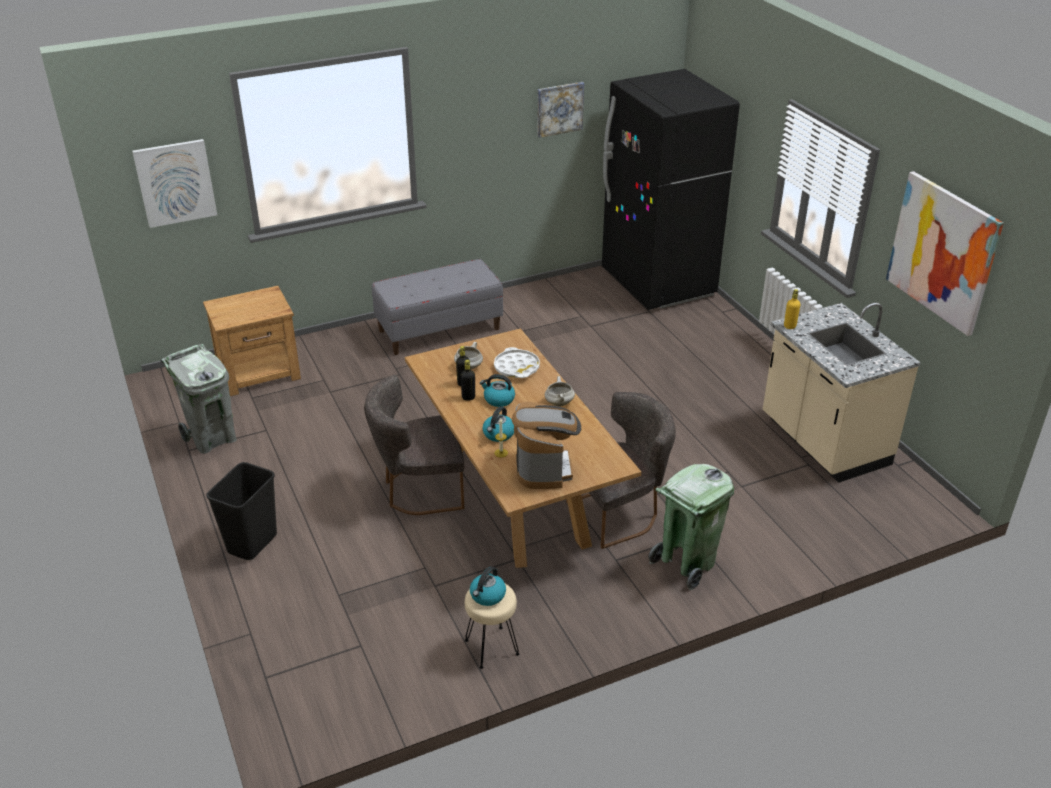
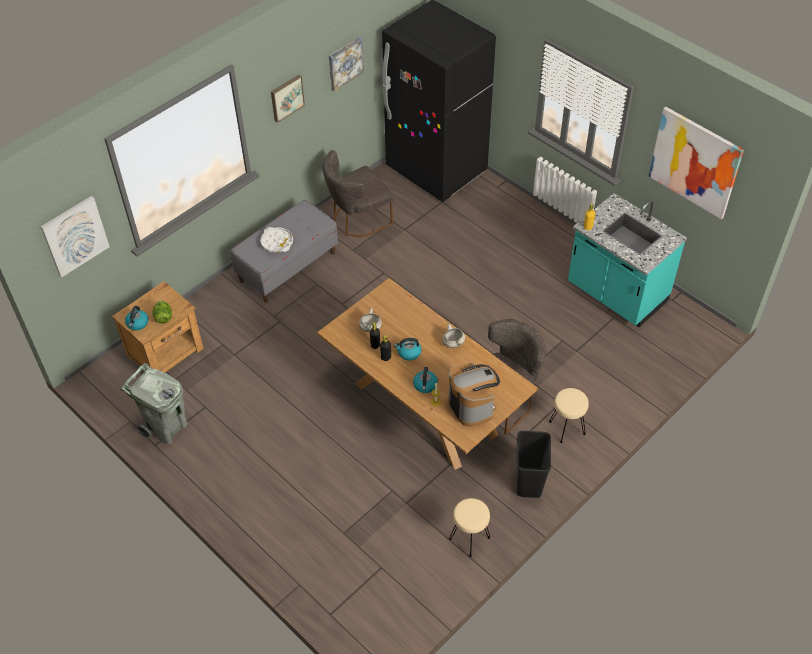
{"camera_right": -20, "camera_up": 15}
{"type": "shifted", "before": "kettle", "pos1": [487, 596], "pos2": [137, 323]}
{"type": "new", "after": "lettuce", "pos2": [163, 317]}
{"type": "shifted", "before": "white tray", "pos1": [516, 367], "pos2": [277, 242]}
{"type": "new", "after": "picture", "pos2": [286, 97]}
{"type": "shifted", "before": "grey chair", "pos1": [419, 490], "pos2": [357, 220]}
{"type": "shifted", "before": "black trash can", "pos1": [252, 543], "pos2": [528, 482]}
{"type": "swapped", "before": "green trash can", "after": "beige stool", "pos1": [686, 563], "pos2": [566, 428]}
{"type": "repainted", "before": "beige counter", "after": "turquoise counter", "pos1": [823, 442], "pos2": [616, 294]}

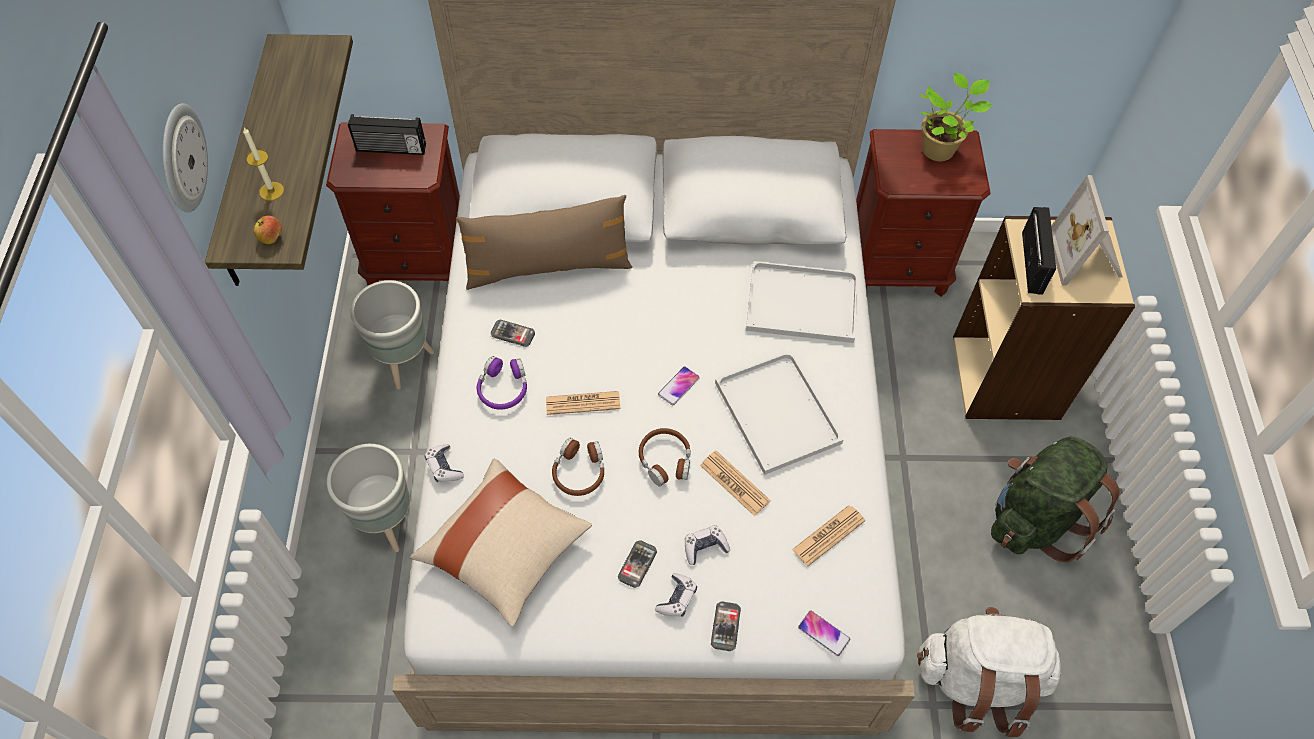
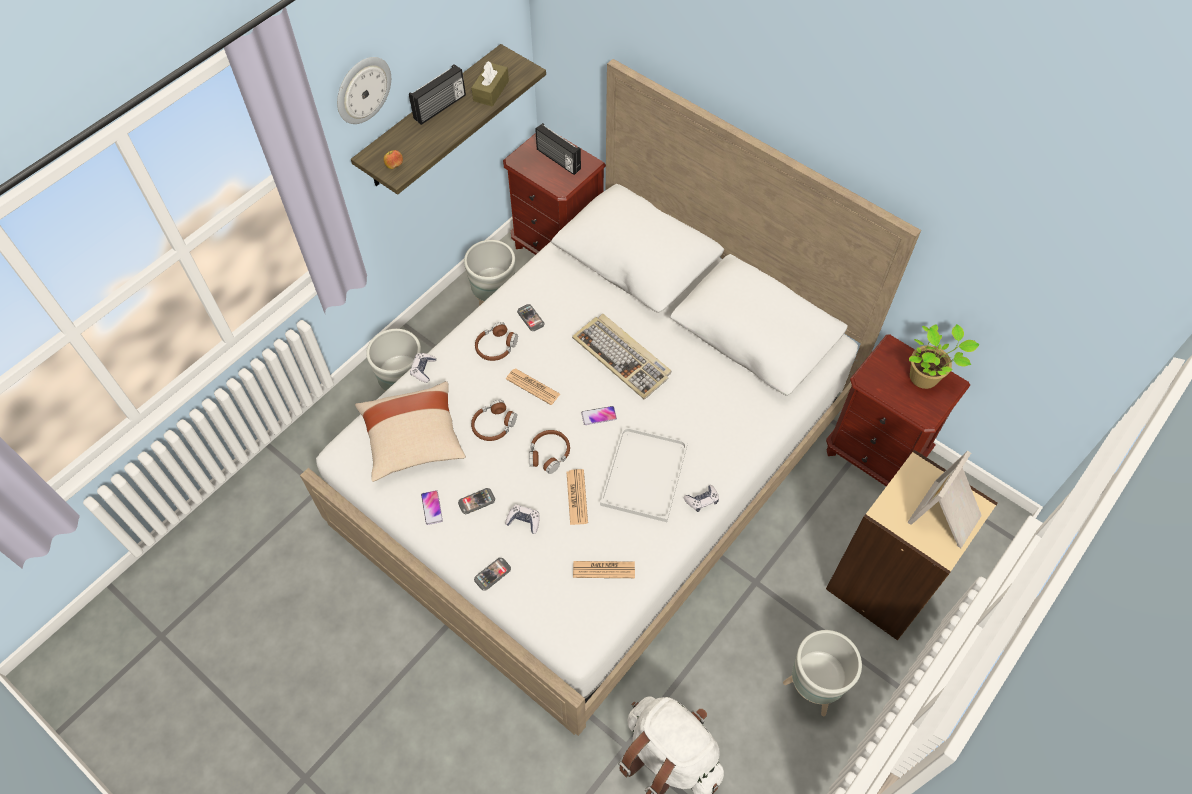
{"camera_right": 40, "camera_up": 0}
{"type": "shifted", "before": "radio", "pos1": [1033, 263], "pos2": [440, 107]}
{"type": "shifted", "before": "phone", "pos1": [824, 633], "pos2": [432, 507]}
{"type": "new", "after": "brown tissue box", "pos2": [491, 91]}
{"type": "repainted", "before": "purple headphones", "after": "brown headphones", "pos1": [503, 388], "pos2": [496, 347]}
{"type": "new", "after": "keyboard", "pos2": [623, 357]}
{"type": "shifted", "before": "game controller", "pos1": [677, 598], "pos2": [702, 500]}
{"type": "swapped", "before": "green backpack", "after": "grey planter", "pos1": [1035, 518], "pos2": [811, 689]}
{"type": "gone", "before": "candle", "pos1": [271, 191]}
{"type": "gone", "before": "brown pillow", "pos1": [548, 267]}
{"type": "gone", "before": "white tray", "pos1": [799, 304]}

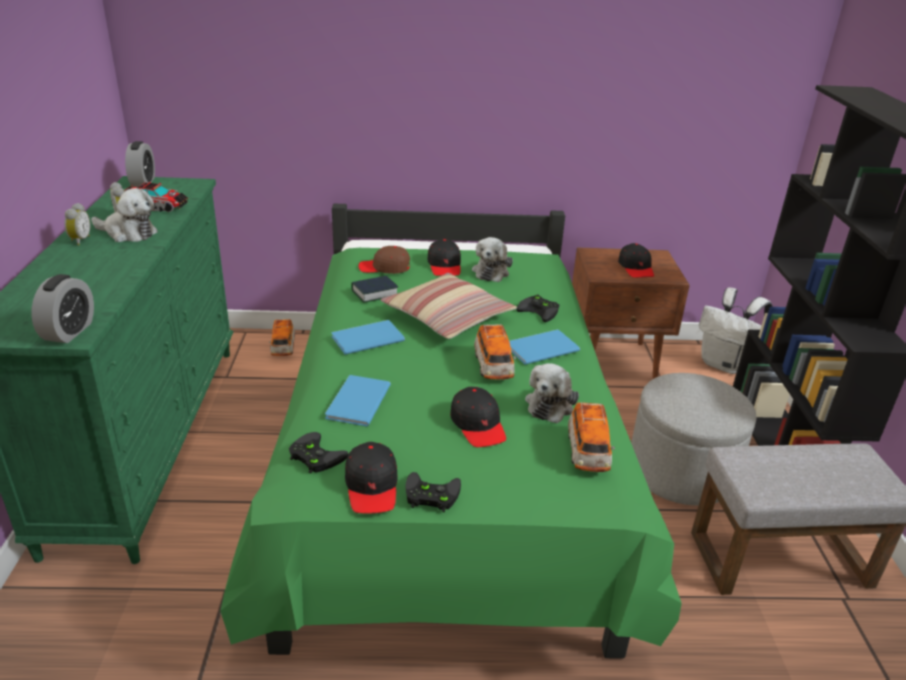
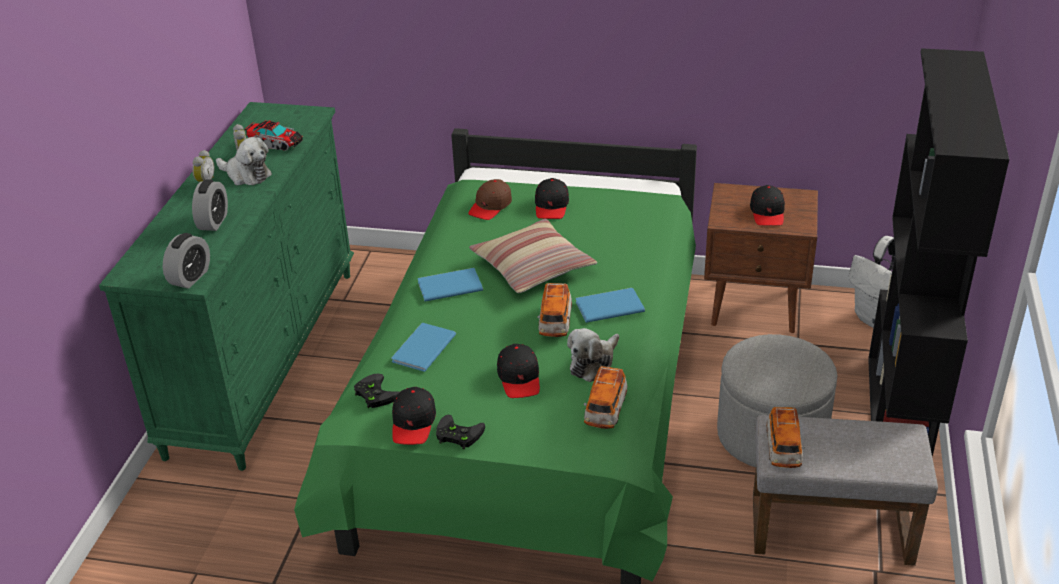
{"camera_right": 15, "camera_up": 5}
{"type": "shifted", "before": "alarm clock", "pos1": [143, 182], "pos2": [213, 222]}
{"type": "rotated", "before": "brown cap", "pos1": [385, 268], "pos2": [490, 206], "turn": -75}
{"type": "shifted", "before": "toy car", "pos1": [283, 348], "pos2": [783, 449]}
{"type": "gone", "before": "book", "pos1": [374, 293]}
{"type": "gone", "before": "plush toy", "pos1": [491, 271]}
{"type": "gone", "before": "black game controller", "pos1": [541, 311]}

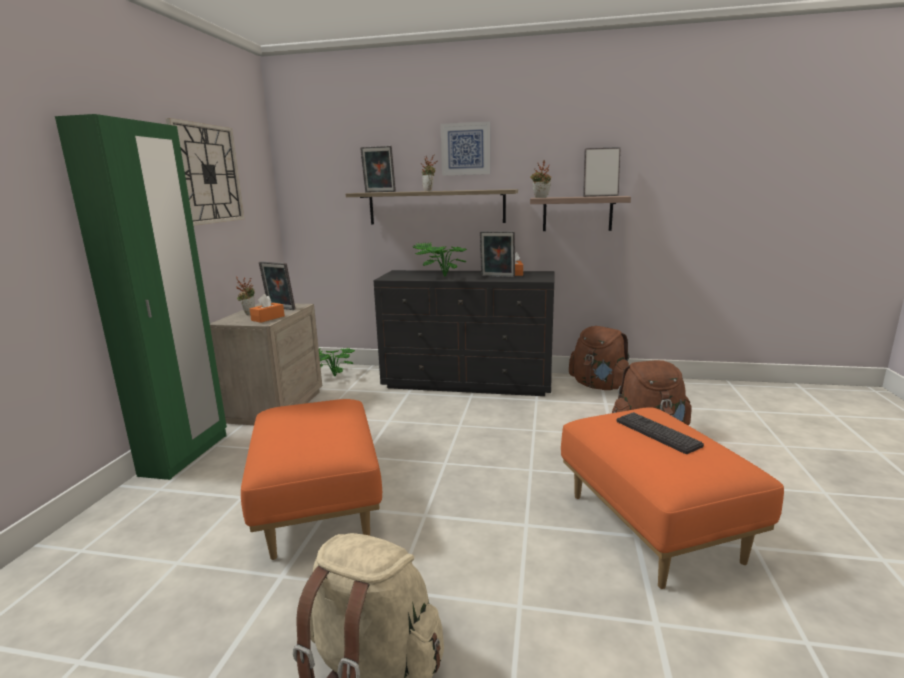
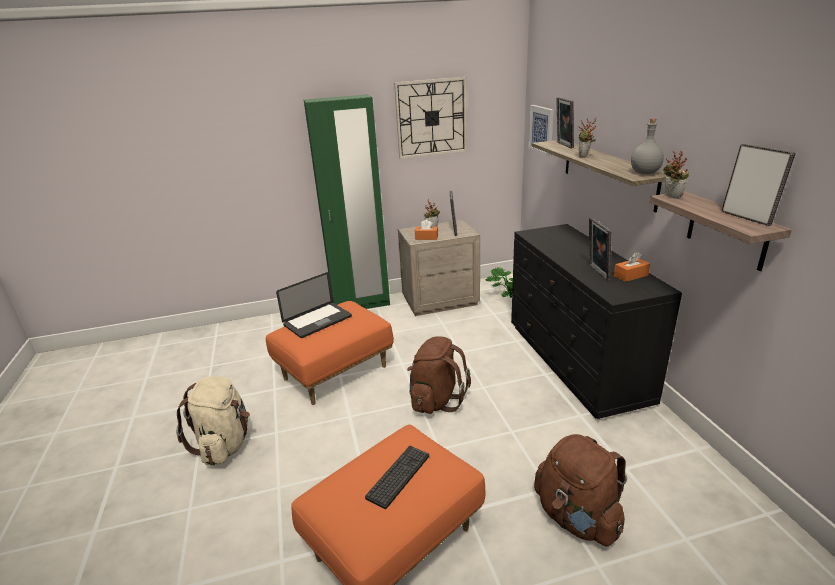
{"camera_right": 65, "camera_up": 10}
{"type": "new", "after": "laptop", "pos2": [317, 321]}
{"type": "shifted", "before": "brown backpack", "pos1": [598, 386], "pos2": [436, 400]}
{"type": "shifted", "before": "picture", "pos1": [465, 149], "pos2": [541, 129]}
{"type": "new", "after": "grey bottle", "pos2": [645, 173]}
{"type": "gone", "before": "potted plant", "pos1": [441, 276]}

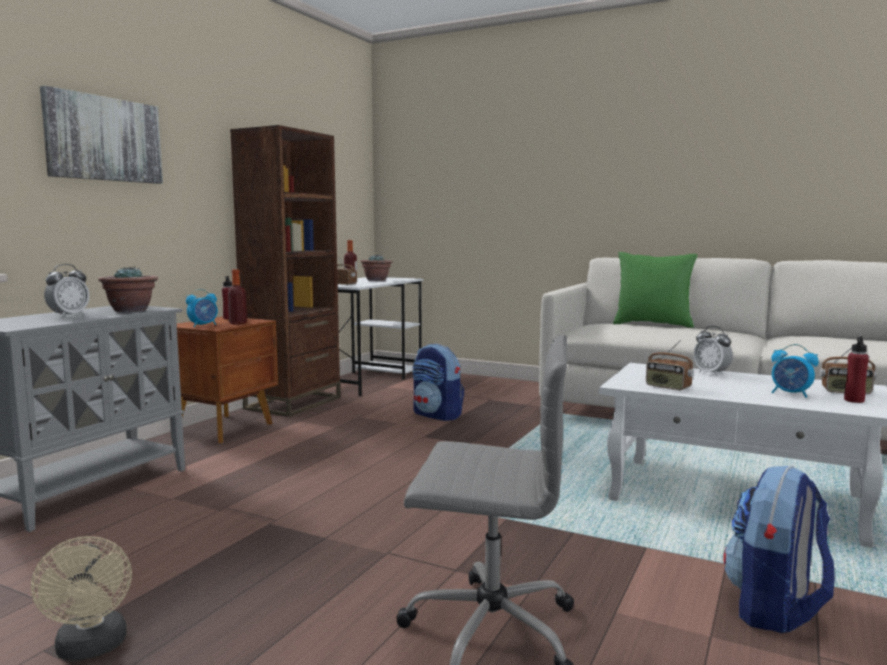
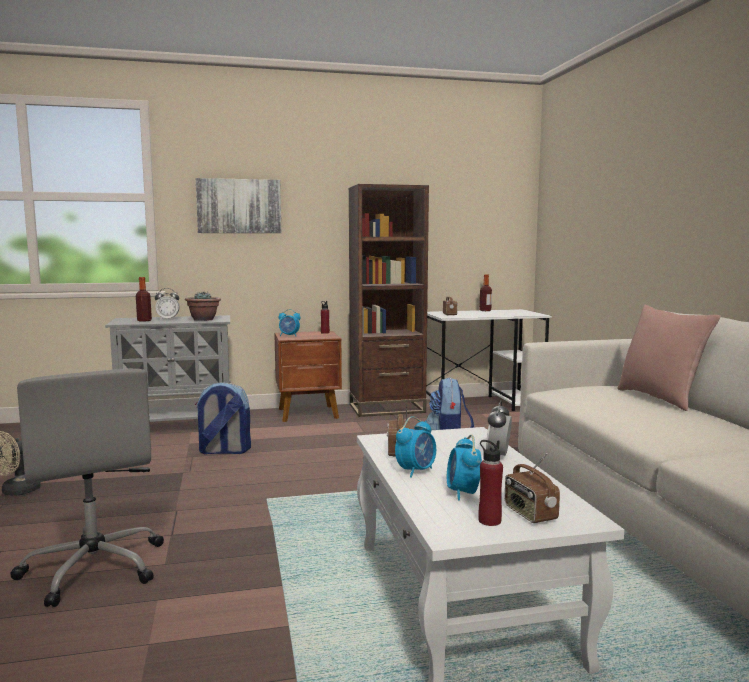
{"camera_right": 50, "camera_up": 0}
{"type": "shifted", "before": "bottle", "pos1": [238, 323], "pos2": [144, 320]}
{"type": "shifted", "before": "backpack", "pos1": [775, 609], "pos2": [223, 451]}
{"type": "new", "after": "alarm clock", "pos2": [416, 471]}
{"type": "repainted", "before": "green pillow", "after": "pink pillow", "pos1": [653, 324], "pos2": [660, 398]}
{"type": "gone", "before": "potted plant", "pos1": [376, 280]}

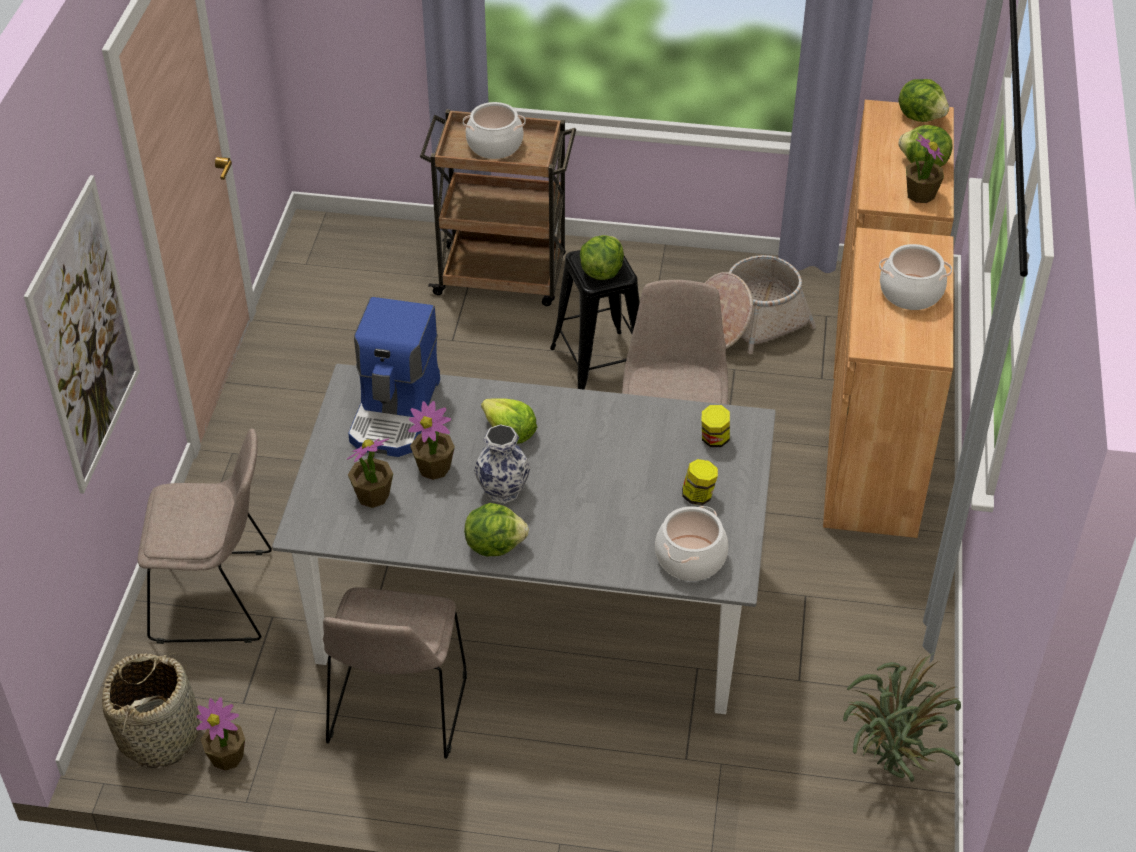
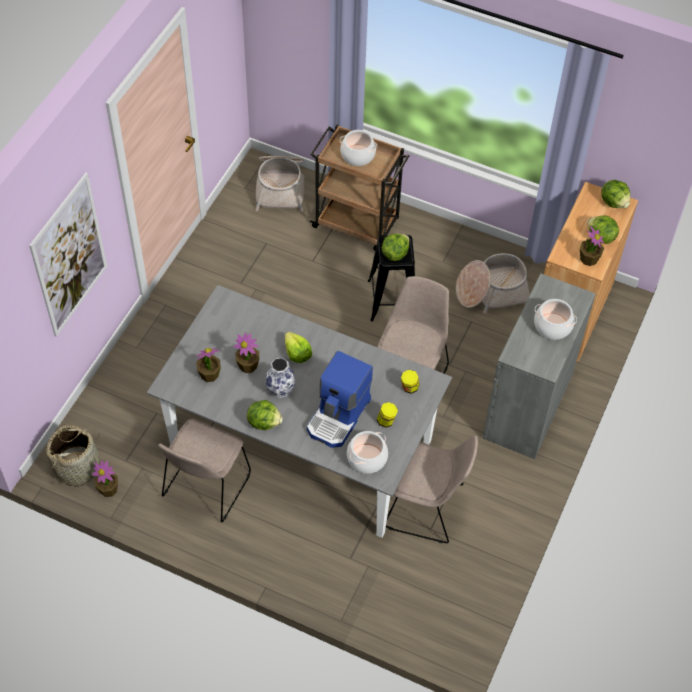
{"camera_right": 15, "camera_up": 10}
{"type": "new", "after": "basket", "pos2": [280, 187]}
{"type": "shifted", "before": "coffee machine", "pos1": [396, 412], "pos2": [339, 416]}
{"type": "shifted", "before": "beige chair", "pos1": [218, 597], "pos2": [427, 507]}
{"type": "repainted", "before": "brown cabinet", "after": "grey cabinet", "pos1": [872, 465], "pos2": [528, 405]}
{"type": "gone", "before": "potted plant", "pos1": [887, 768]}

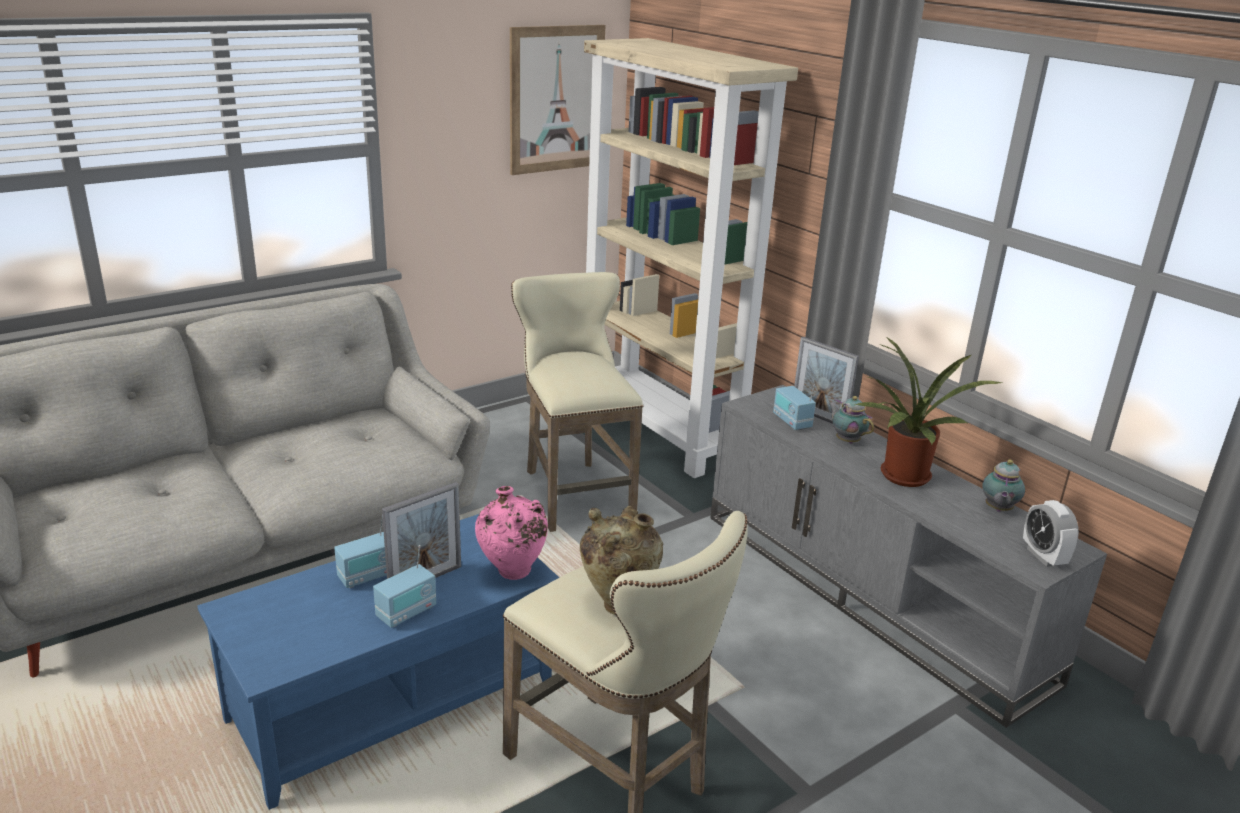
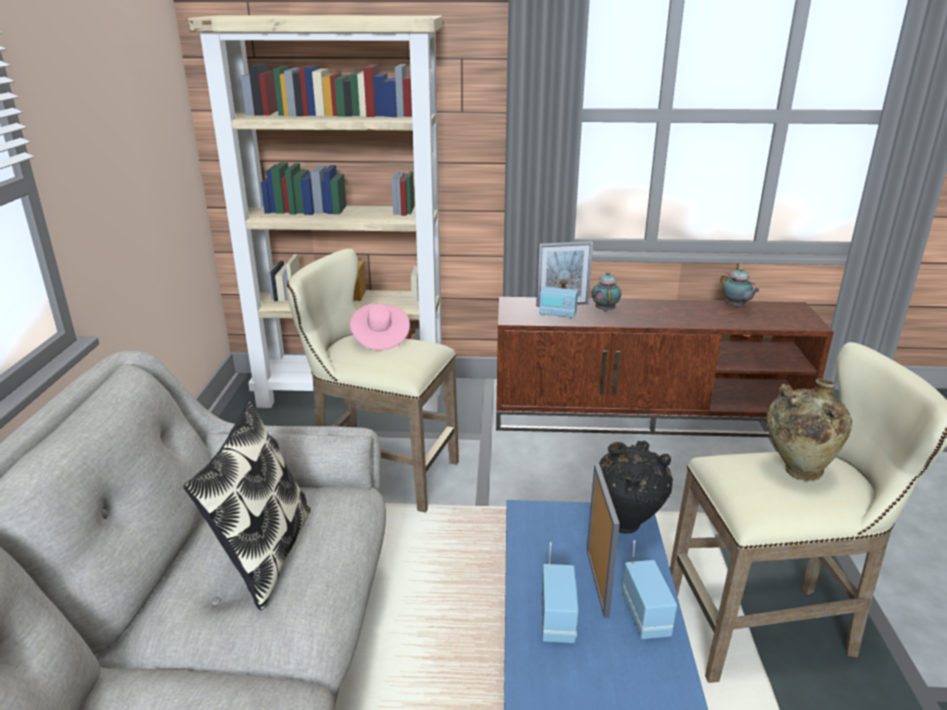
{"camera_right": -50, "camera_up": 0}
{"type": "new", "after": "pillow", "pos2": [264, 555]}
{"type": "new", "after": "pink hat", "pos2": [380, 339]}
{"type": "repainted", "before": "grey tv stand", "after": "brown tv stand", "pos1": [871, 594], "pos2": [646, 415]}
{"type": "rotated", "before": "teapot", "pos1": [846, 440], "pos2": [605, 310], "turn": 90}
{"type": "repainted", "before": "pink vase", "after": "black vase", "pos1": [512, 574], "pos2": [627, 526]}
{"type": "gone", "before": "picture", "pos1": [556, 99]}
{"type": "gone", "before": "potted plant", "pos1": [903, 479]}
{"type": "gone", "before": "alarm clock", "pos1": [1043, 556]}

